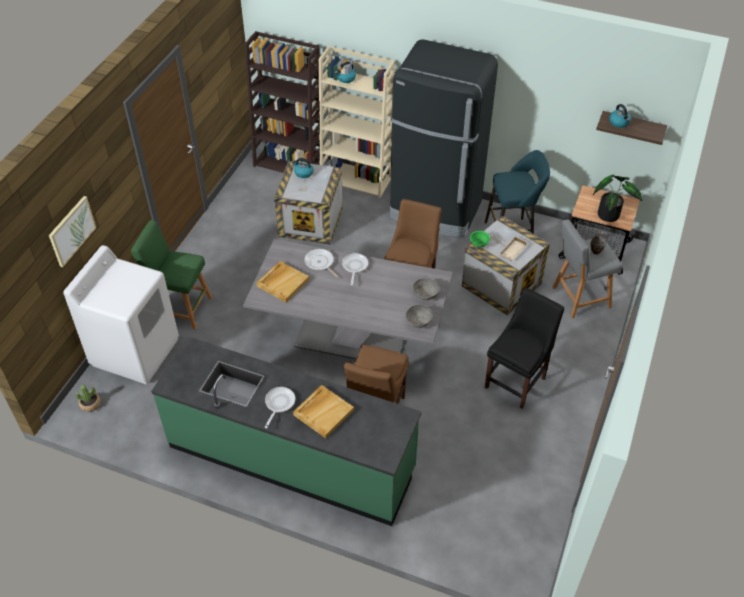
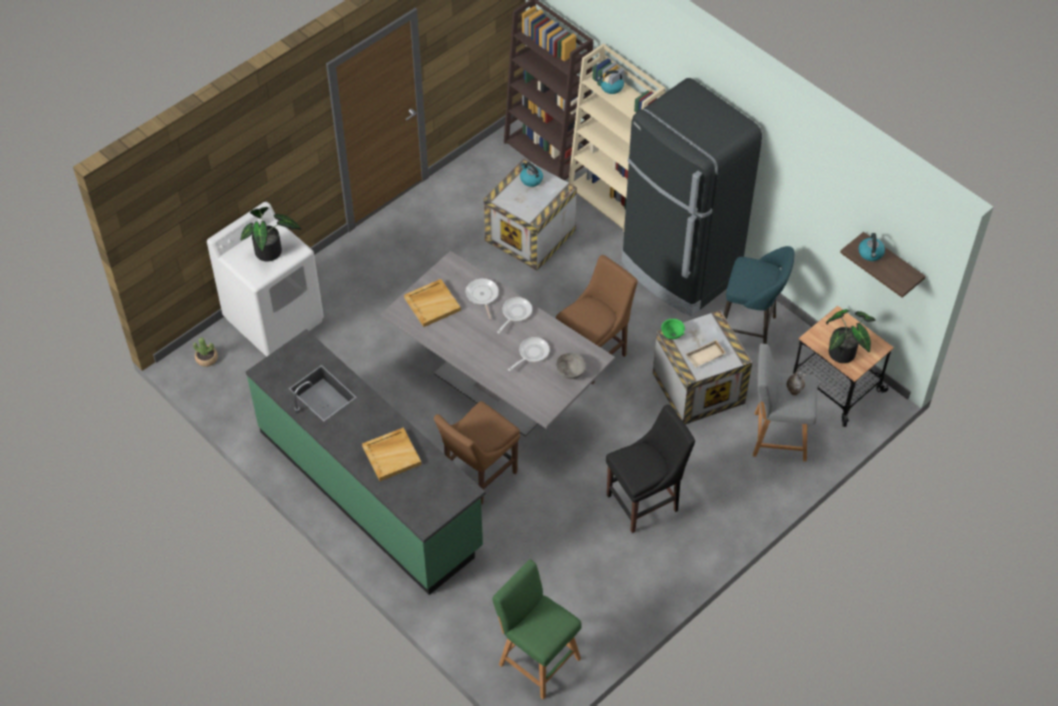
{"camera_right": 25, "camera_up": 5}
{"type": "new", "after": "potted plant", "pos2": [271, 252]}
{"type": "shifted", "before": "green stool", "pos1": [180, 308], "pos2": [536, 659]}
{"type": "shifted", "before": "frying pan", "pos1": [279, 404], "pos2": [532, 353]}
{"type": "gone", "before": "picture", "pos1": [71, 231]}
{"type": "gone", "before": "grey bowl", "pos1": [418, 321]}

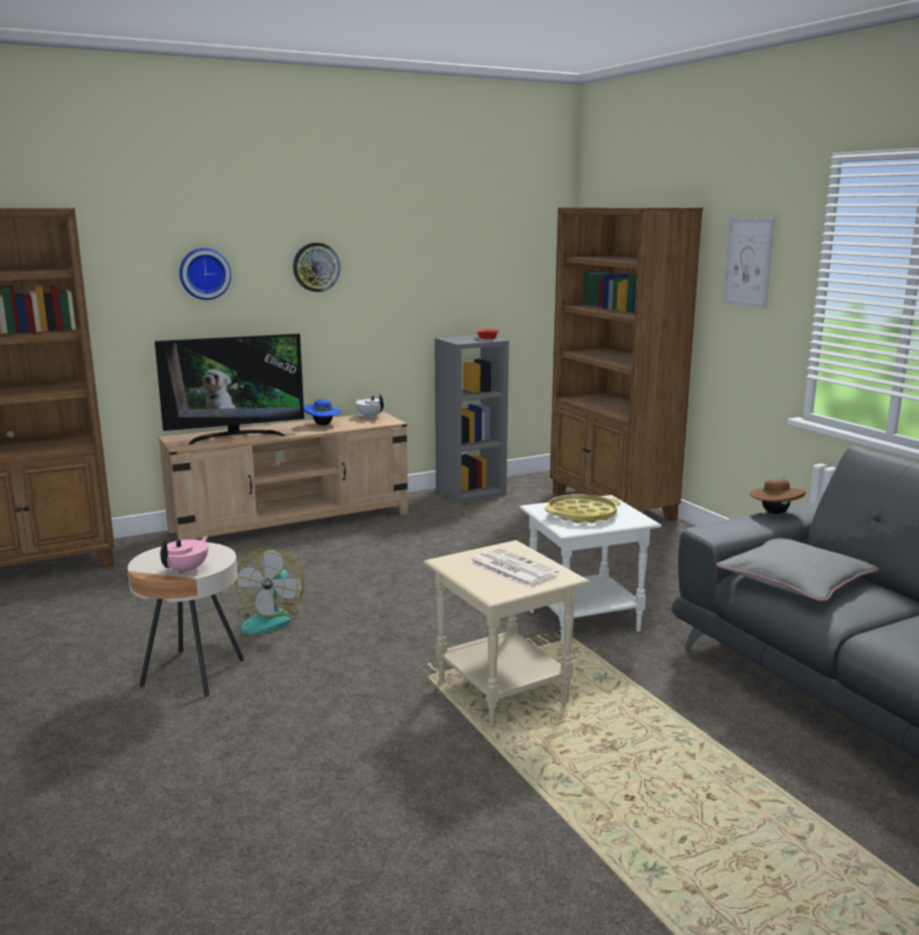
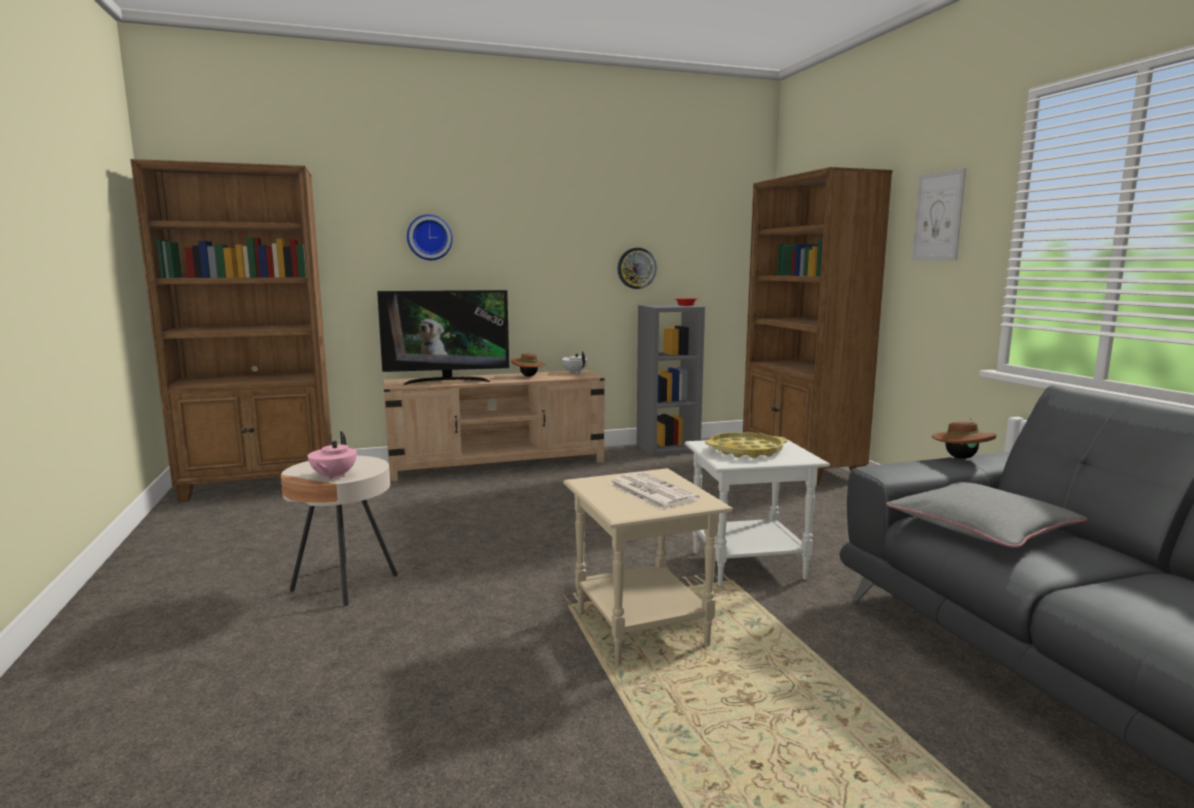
{"camera_right": 10, "camera_up": -5}
{"type": "rotated", "before": "pink teapot", "pos1": [187, 570], "pos2": [333, 477], "turn": 150}
{"type": "repainted", "before": "blue hat", "after": "brown hat", "pos1": [322, 425], "pos2": [528, 376]}
{"type": "shifted", "before": "wall clock", "pos1": [316, 267], "pos2": [636, 268]}
{"type": "gone", "before": "fan", "pos1": [271, 619]}

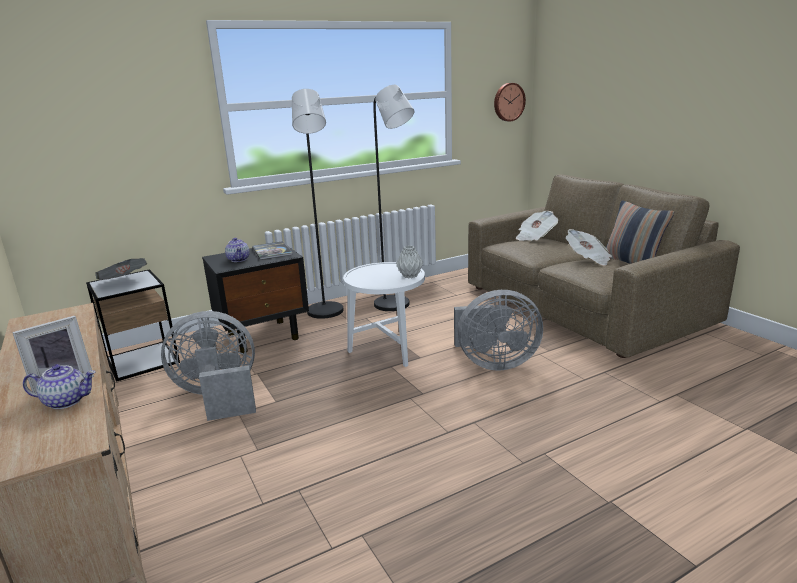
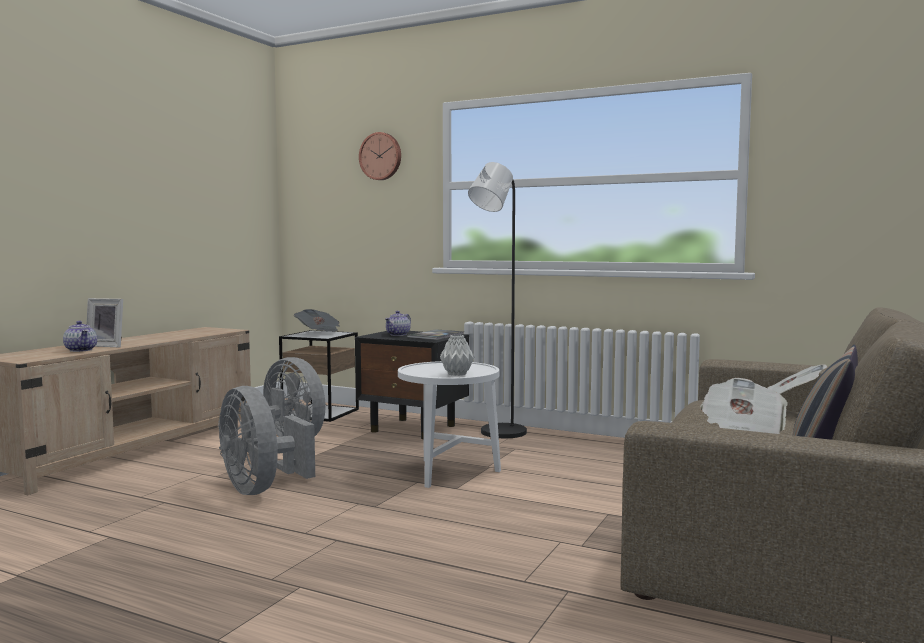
{"camera_right": 55, "camera_up": -15}
{"type": "shifted", "before": "grey fan", "pos1": [493, 363], "pos2": [261, 489]}
{"type": "shifted", "before": "wall clock", "pos1": [508, 102], "pos2": [381, 156]}
{"type": "gone", "before": "black floor lamp", "pos1": [396, 306]}

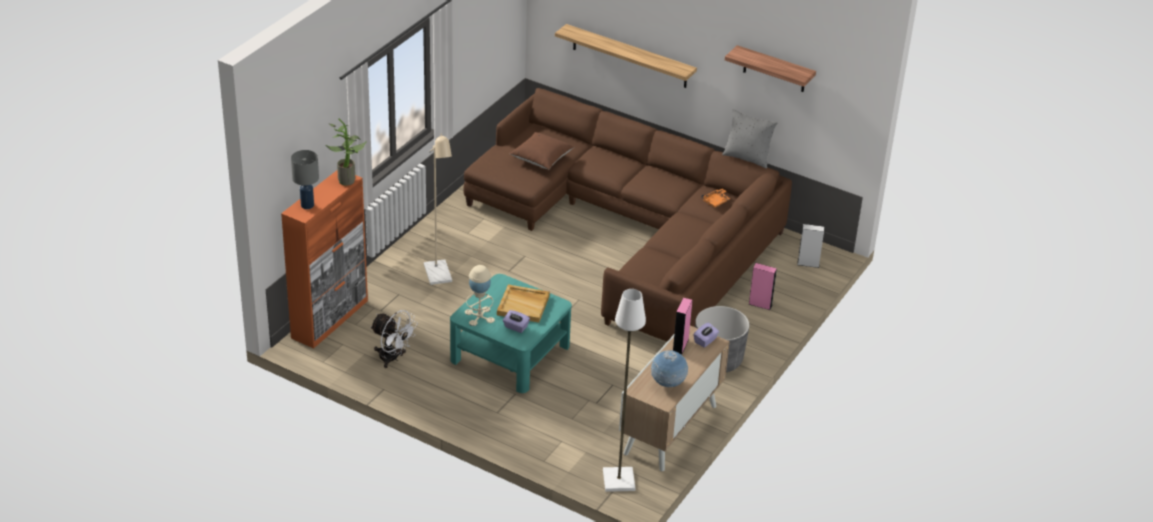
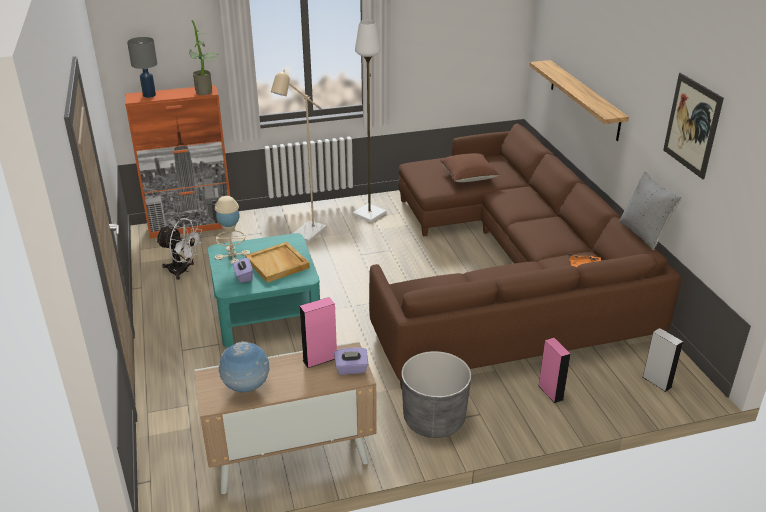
{"camera_right": 45, "camera_up": -5}
{"type": "rotated", "before": "white fan", "pos1": [393, 358], "pos2": [183, 271], "turn": -60}
{"type": "shifted", "before": "white floor lamp", "pos1": [618, 480], "pos2": [369, 214]}
{"type": "swapped", "before": "shelf", "after": "picture", "pos1": [774, 69], "pos2": [692, 125]}

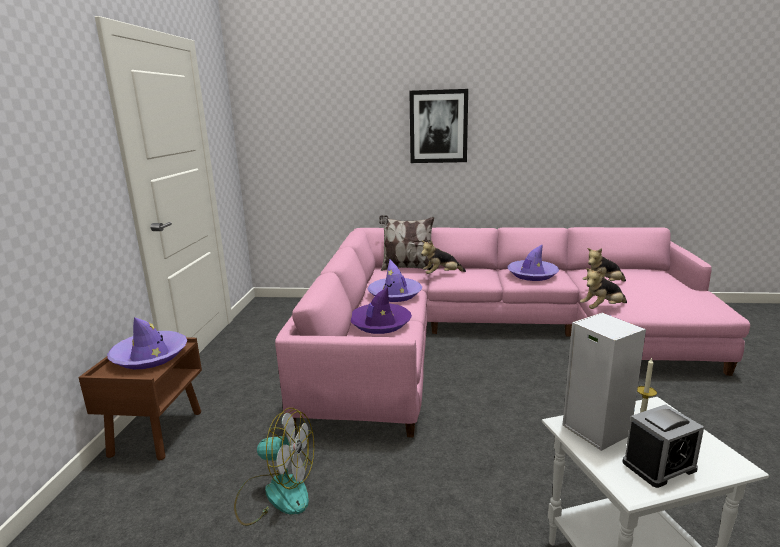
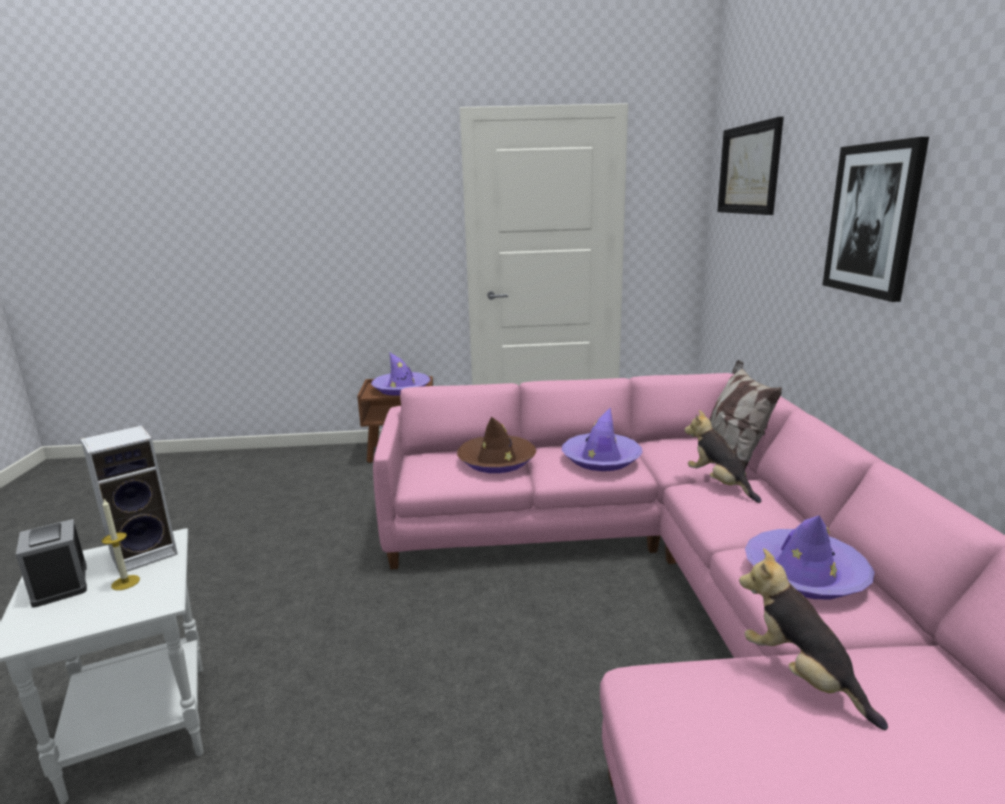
{"camera_right": 80, "camera_up": 0}
{"type": "repainted", "before": "purple hat", "after": "brown hat", "pos1": [380, 324], "pos2": [496, 461]}
{"type": "new", "after": "picture", "pos2": [749, 169]}
{"type": "gone", "before": "fan", "pos1": [276, 493]}
{"type": "gone", "before": "plush toy", "pos1": [602, 308]}

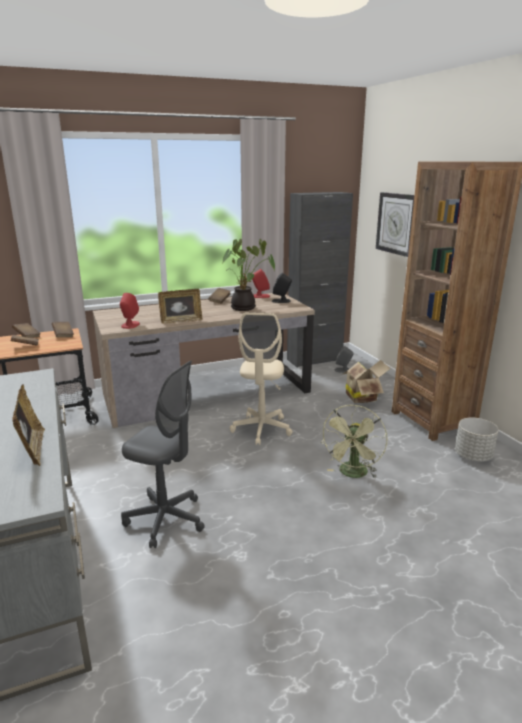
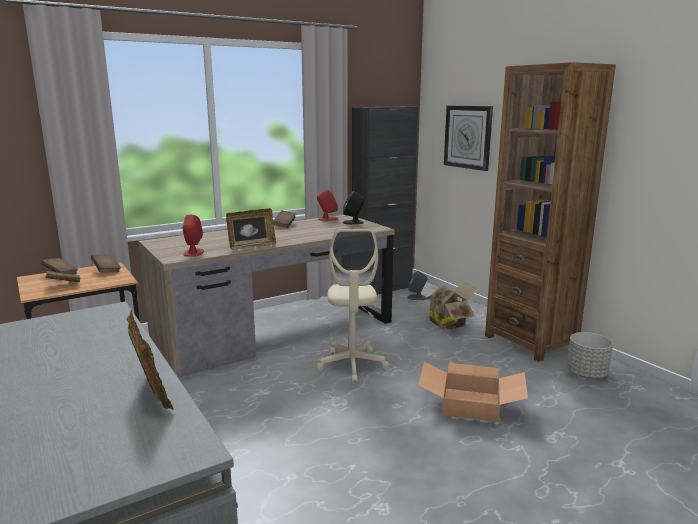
{"camera_right": -10, "camera_up": -5}
{"type": "swapped", "before": "green fan", "after": "cardboard box", "pos1": [353, 474], "pos2": [471, 404]}
{"type": "gone", "before": "grey office chair", "pos1": [165, 519]}
{"type": "gone", "before": "potted plant", "pos1": [245, 308]}

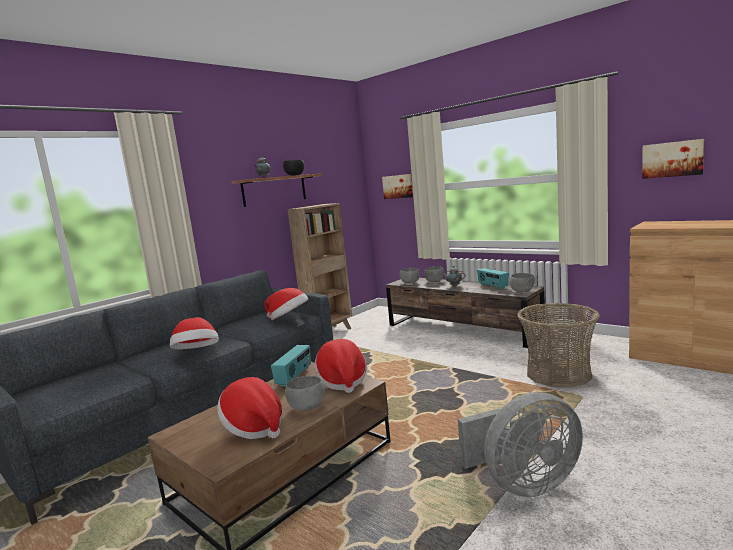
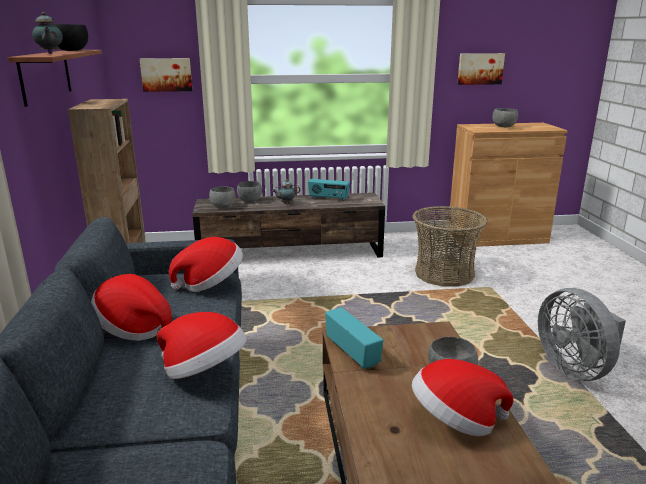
{"camera_right": -50, "camera_up": 10}
{"type": "shifted", "before": "hat", "pos1": [342, 381], "pos2": [134, 329]}
{"type": "shifted", "before": "grey bowl", "pos1": [523, 291], "pos2": [504, 127]}
{"type": "rotated", "before": "grey fan", "pos1": [523, 484], "pos2": [575, 368], "turn": 135}

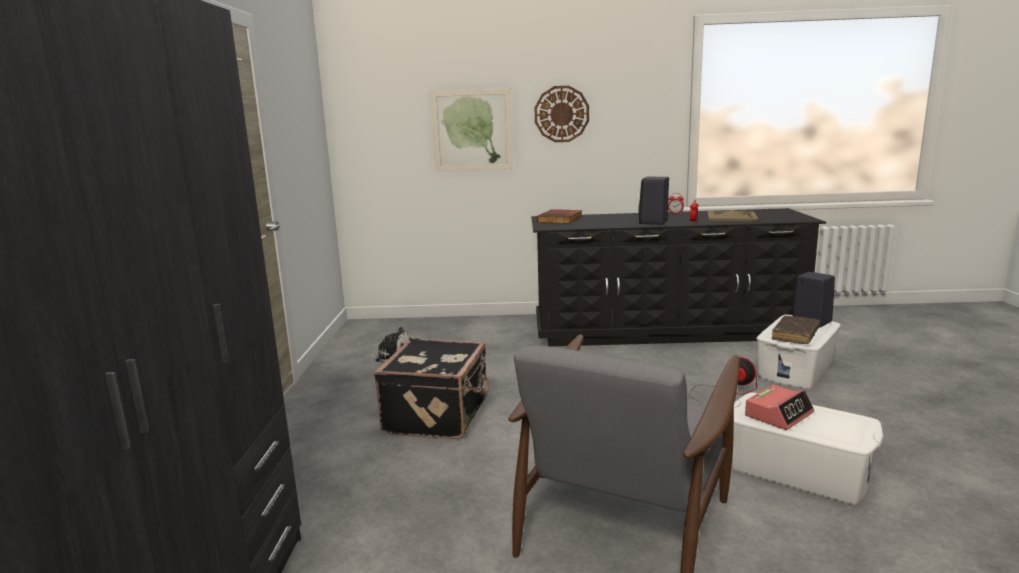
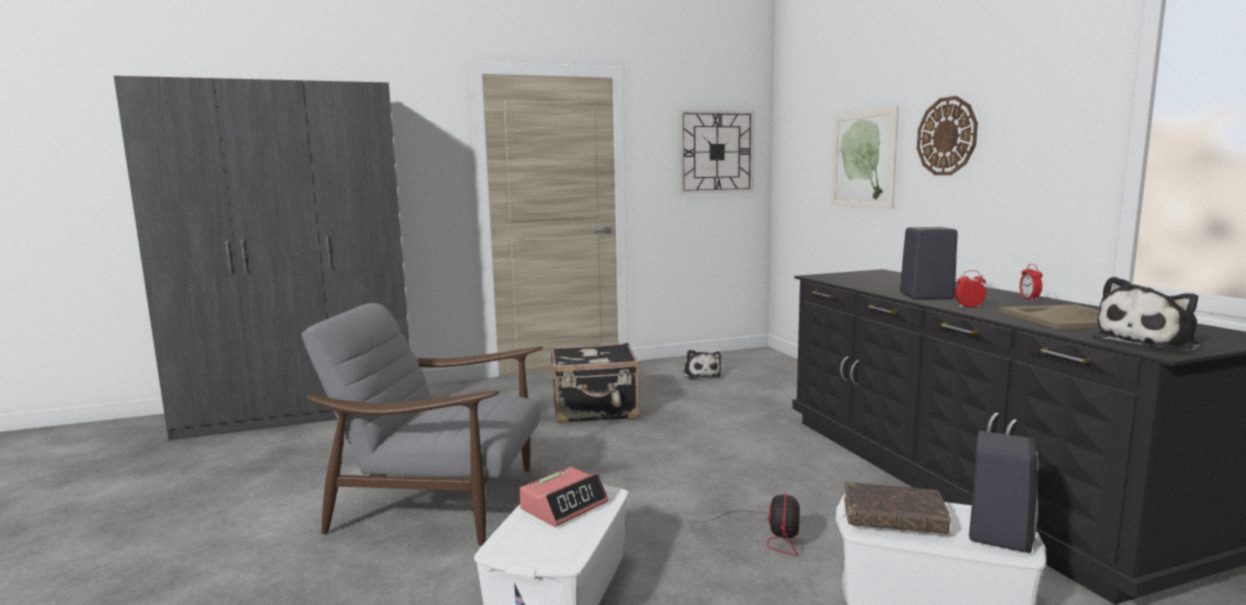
{"camera_right": 70, "camera_up": -5}
{"type": "rotated", "before": "alarm clock", "pos1": [779, 414], "pos2": [564, 506], "turn": -75}
{"type": "new", "after": "wall clock", "pos2": [716, 152]}
{"type": "new", "after": "plush toy", "pos2": [1149, 342]}
{"type": "gone", "before": "book", "pos1": [561, 220]}

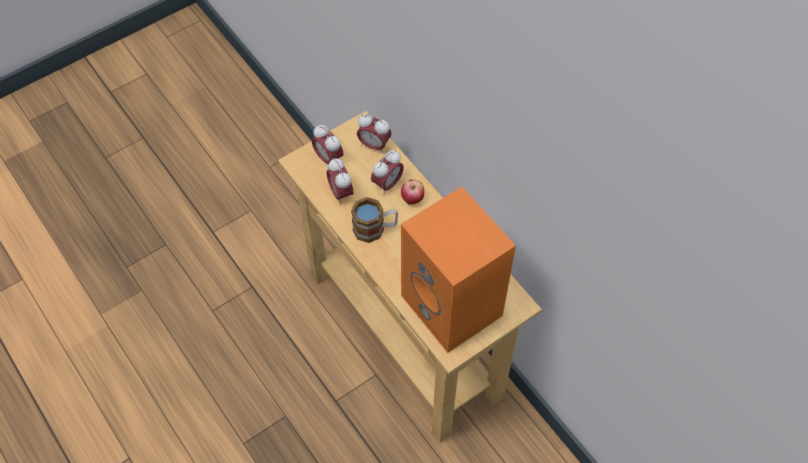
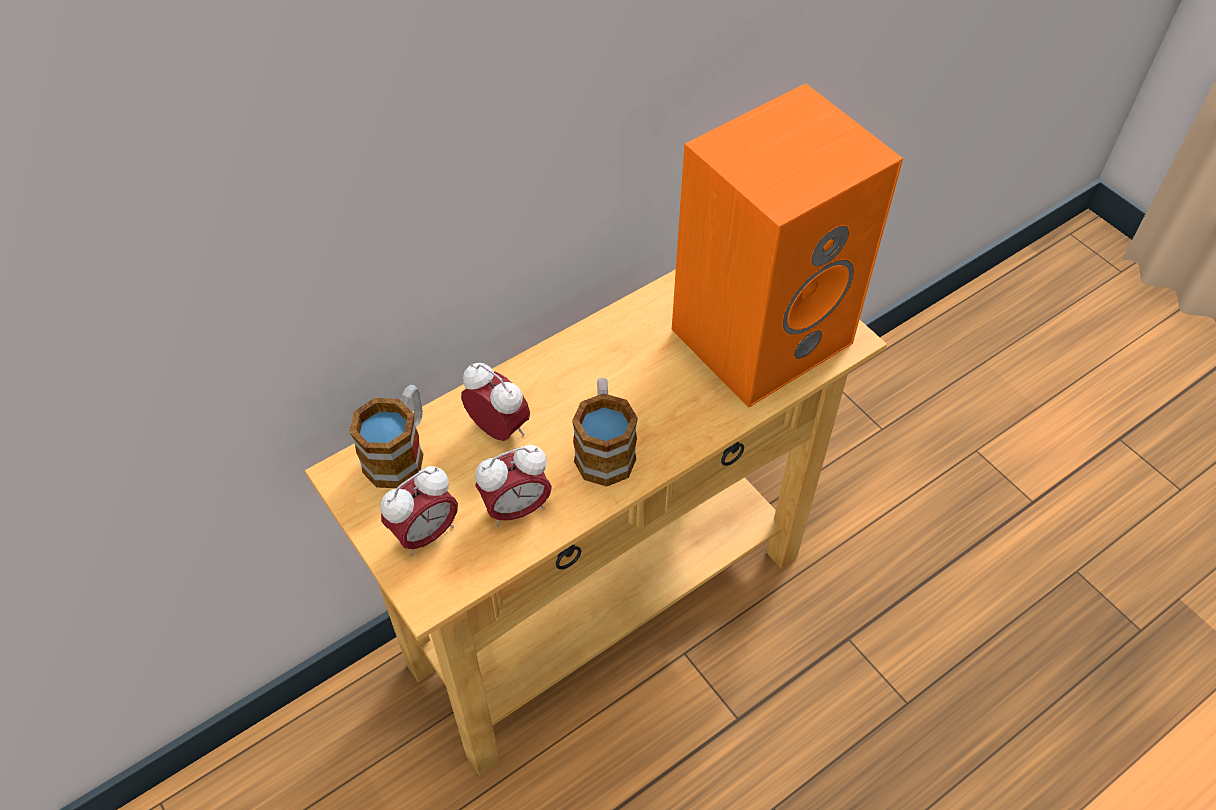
{"camera_right": -90, "camera_up": -5}
{"type": "swapped", "before": "alarm clock", "after": "mug", "pos1": [374, 145], "pos2": [400, 452]}
{"type": "gone", "before": "apple", "pos1": [412, 199]}

